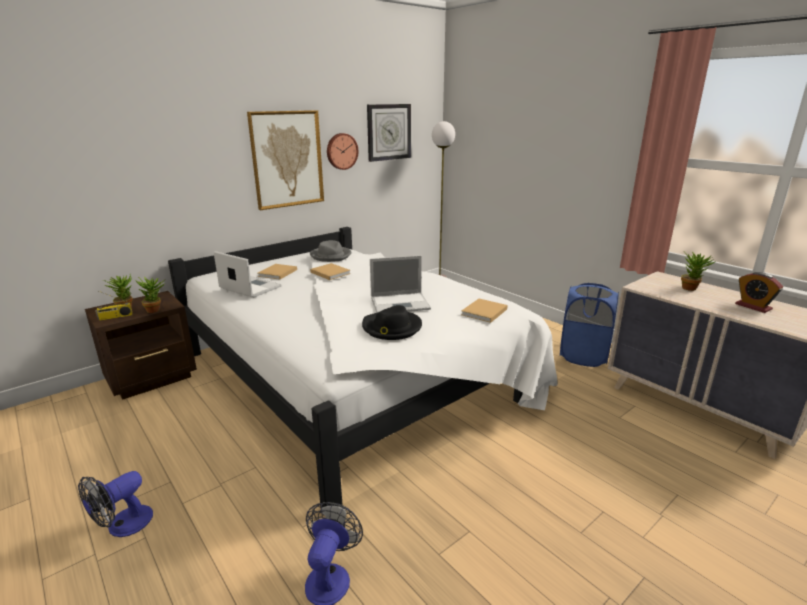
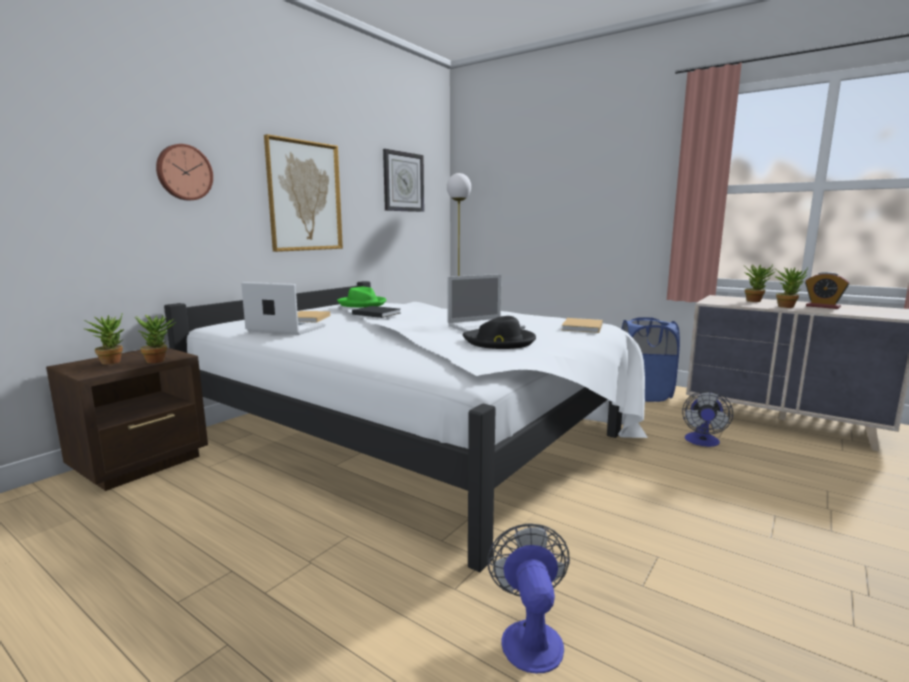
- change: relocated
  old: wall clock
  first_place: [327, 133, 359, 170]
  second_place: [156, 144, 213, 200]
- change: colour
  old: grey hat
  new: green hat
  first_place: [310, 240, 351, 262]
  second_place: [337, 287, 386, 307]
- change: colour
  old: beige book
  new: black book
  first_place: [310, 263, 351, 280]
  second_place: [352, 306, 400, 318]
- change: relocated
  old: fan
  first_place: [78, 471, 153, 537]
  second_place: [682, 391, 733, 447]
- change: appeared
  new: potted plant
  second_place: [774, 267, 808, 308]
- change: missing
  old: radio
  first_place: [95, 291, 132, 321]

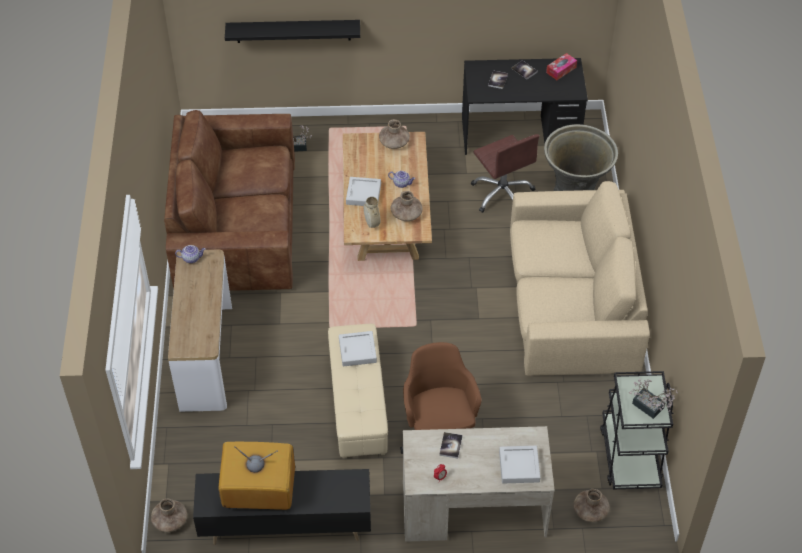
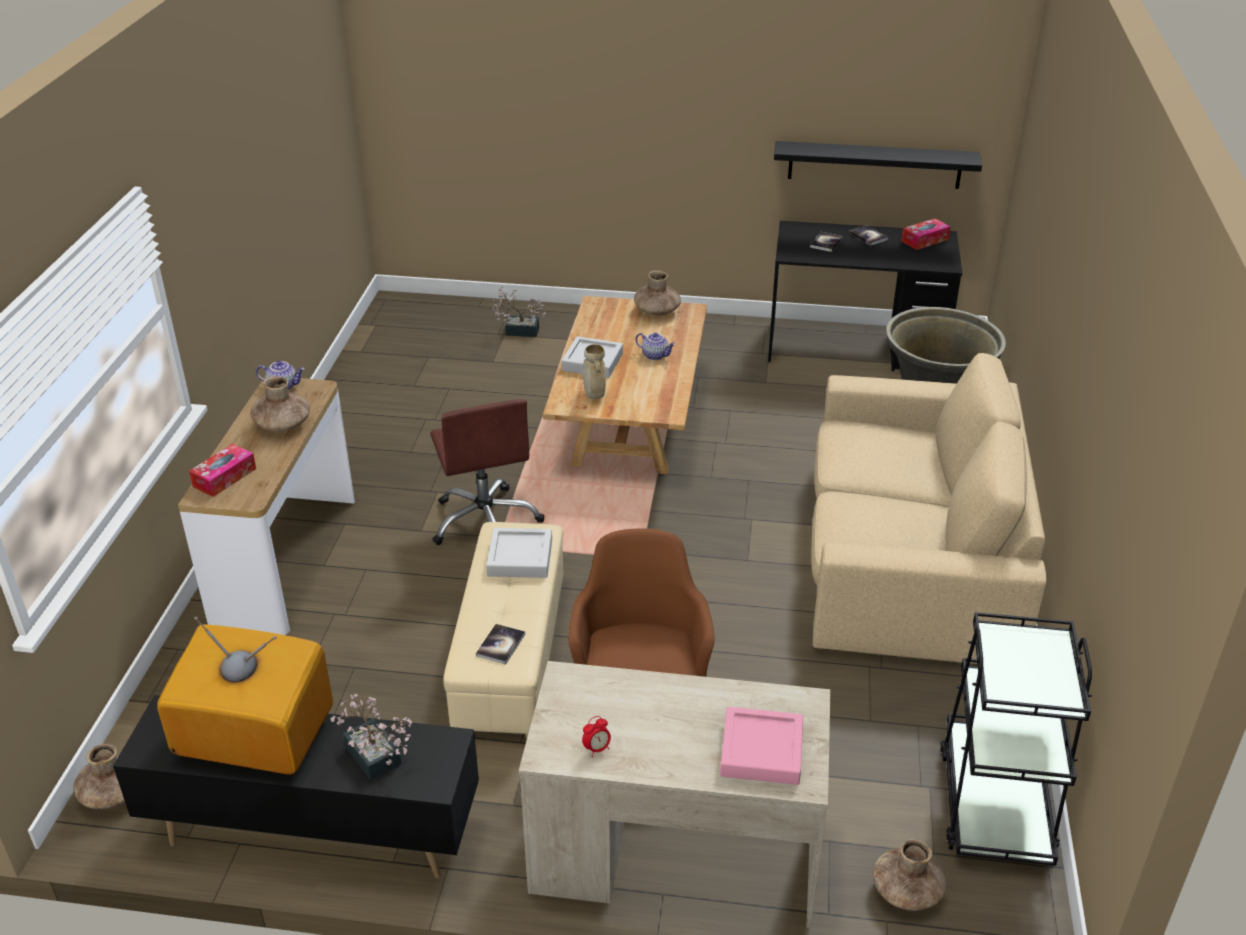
- change: appeared
  new: tissue box
  second_place: [189, 444, 256, 497]
- change: relocated
  old: brown vase
  first_place: [391, 191, 423, 221]
  second_place: [250, 376, 310, 432]
- change: relocated
  old: potted plant
  first_place: [629, 379, 678, 419]
  second_place: [330, 694, 414, 780]
- change: relocated
  old: brown office chair
  first_place: [471, 134, 539, 213]
  second_place: [430, 399, 544, 545]
- change: relocated
  old: book
  first_place: [439, 432, 463, 459]
  second_place: [476, 624, 525, 665]
- change: colour
  old: grey tray
  new: pink tray
  first_place: [499, 446, 541, 483]
  second_place: [720, 707, 803, 785]
- change: relocated
  old: black shelf
  first_place: [225, 20, 360, 43]
  second_place: [774, 141, 982, 189]
- change: missing
  old: brown sofa
  first_place: [164, 110, 295, 291]

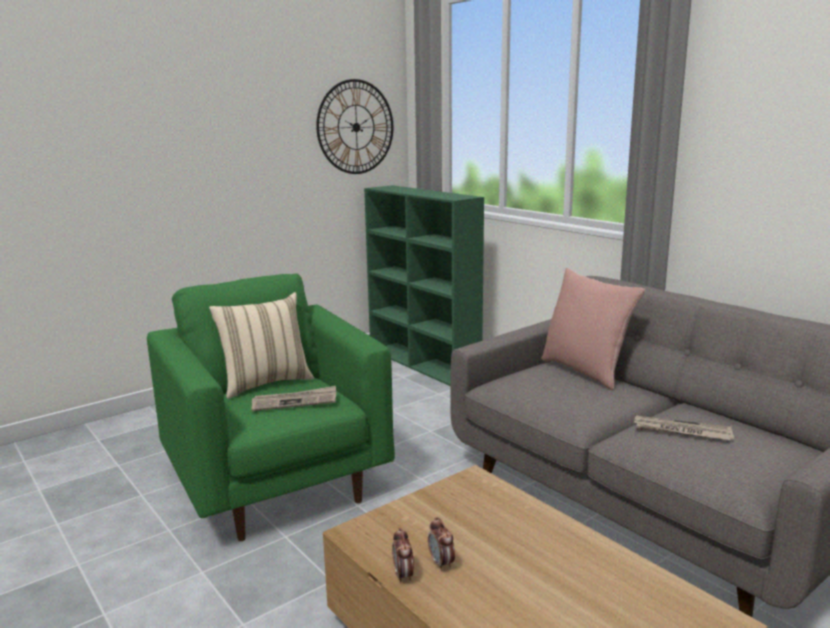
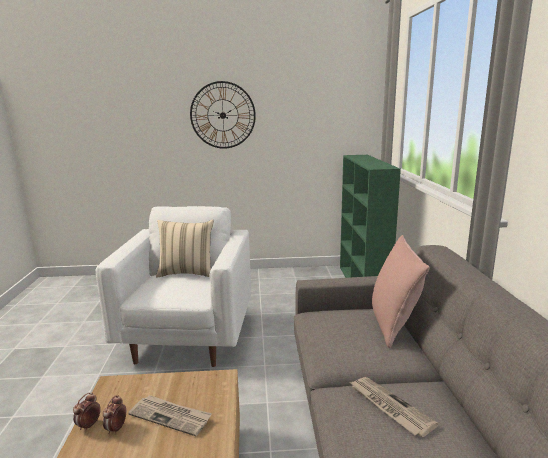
- change: colour
  old: green armchair
  new: white armchair
  first_place: [147, 273, 395, 541]
  second_place: [96, 206, 251, 367]
- change: relocated
  old: newspaper
  first_place: [252, 386, 336, 411]
  second_place: [128, 395, 212, 436]
- change: relocated
  old: wall clock
  first_place: [316, 79, 393, 174]
  second_place: [190, 81, 256, 149]

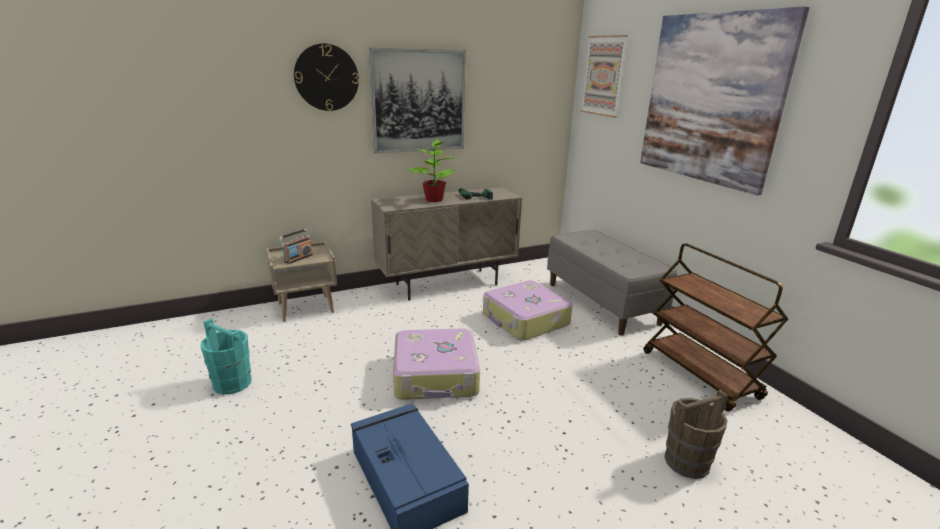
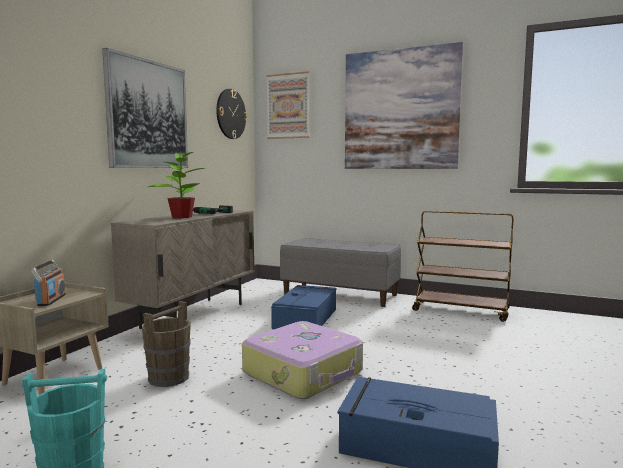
- change: relocated
  old: brown bucket
  first_place: [665, 390, 728, 479]
  second_place: [142, 301, 191, 387]
- change: relocated
  old: wall clock
  first_place: [294, 43, 359, 111]
  second_place: [216, 89, 247, 139]
- change: exchanged
  old: suitcase
  new: blue storage box
  first_place: [483, 280, 573, 341]
  second_place: [271, 285, 337, 329]

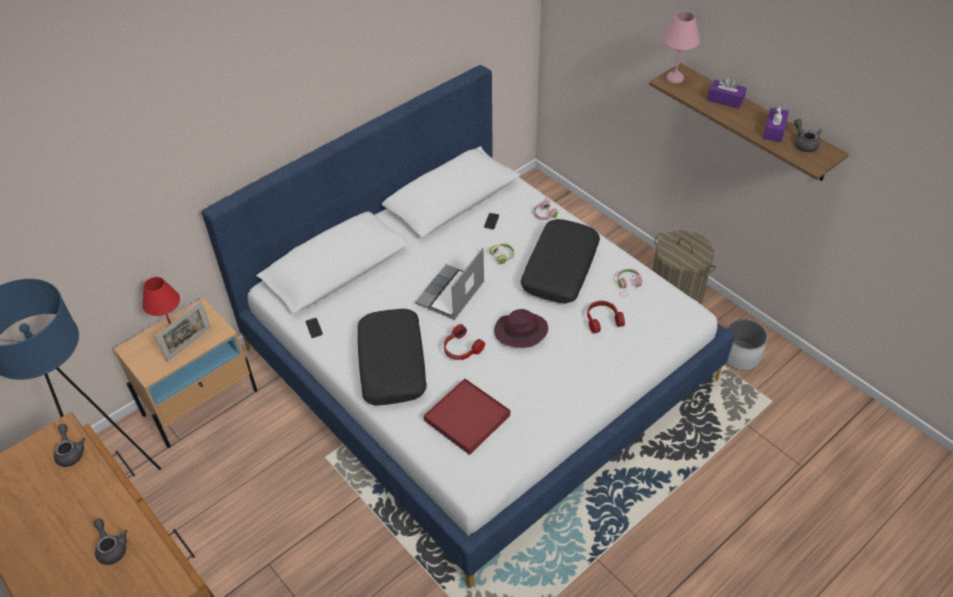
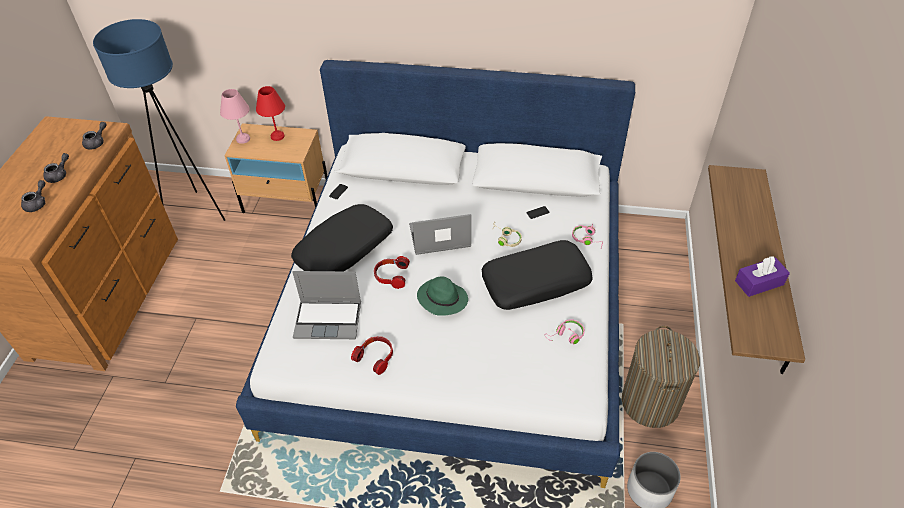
- change: relocated
  old: grey teapot
  first_place: [794, 119, 822, 152]
  second_place: [43, 153, 69, 183]
- change: relocated
  old: pink table lamp
  first_place: [663, 11, 700, 83]
  second_place: [220, 89, 250, 144]
- change: exchanged
  old: red tray
  new: laptop
  first_place: [424, 378, 510, 455]
  second_place: [292, 271, 361, 339]
- change: relocated
  old: headphones
  first_place: [587, 300, 625, 334]
  second_place: [351, 336, 393, 375]
- change: colour
  old: purple hat
  new: green hat
  first_place: [494, 309, 548, 348]
  second_place: [417, 276, 468, 316]
- change: missing
  old: picture frame
  first_place: [155, 301, 211, 362]
- change: missing
  old: purple tissue box
  first_place: [707, 77, 746, 109]

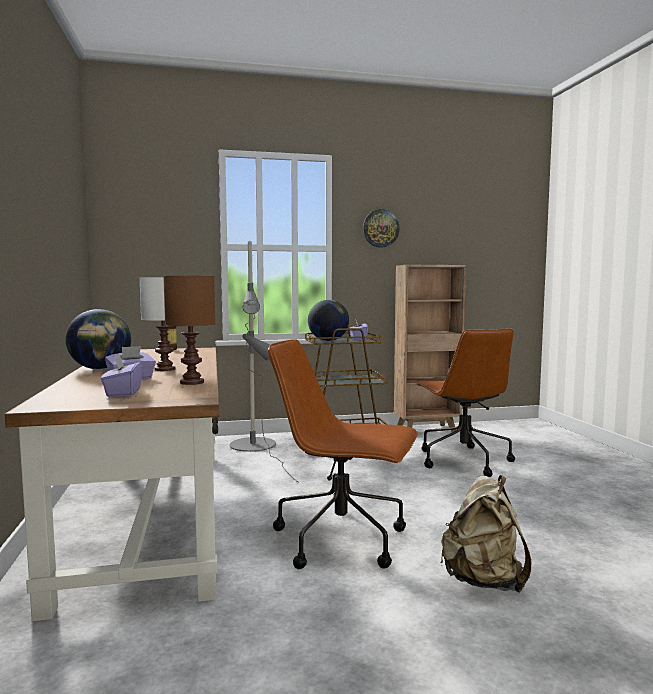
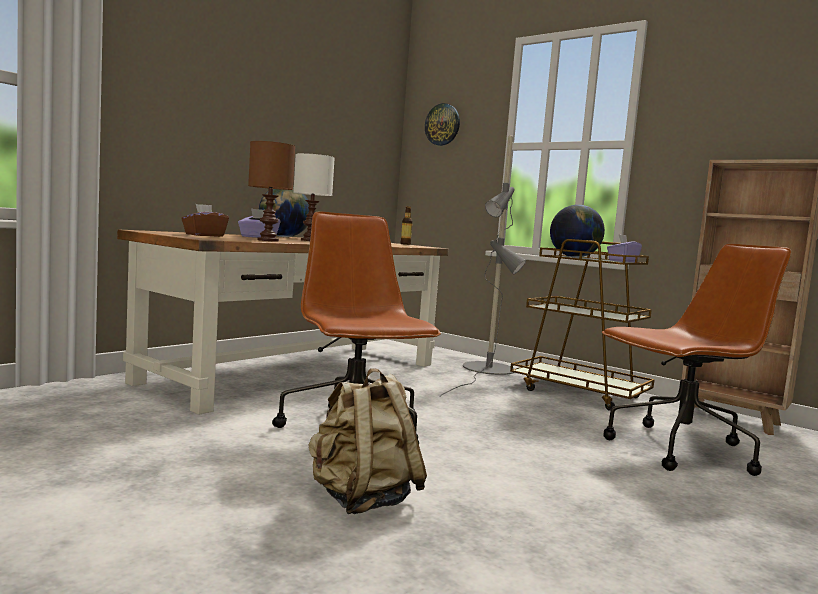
- change: colour
  old: purple tissue box
  new: brown tissue box
  first_place: [101, 354, 142, 397]
  second_place: [181, 204, 229, 237]
- change: relocated
  old: wall clock
  first_place: [363, 209, 399, 248]
  second_place: [425, 103, 460, 146]
- change: spun
  old: brown office chair
  first_place: [416, 328, 515, 477]
  second_place: [602, 244, 791, 476]
  degrees: -150

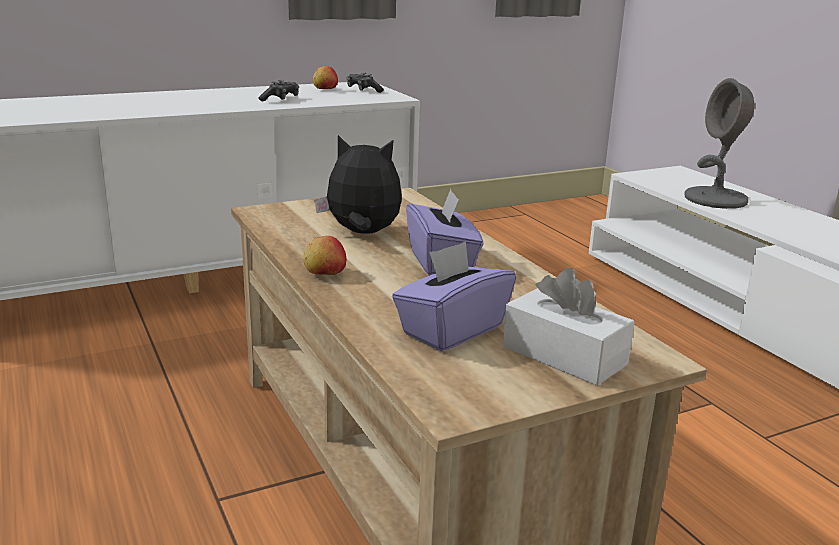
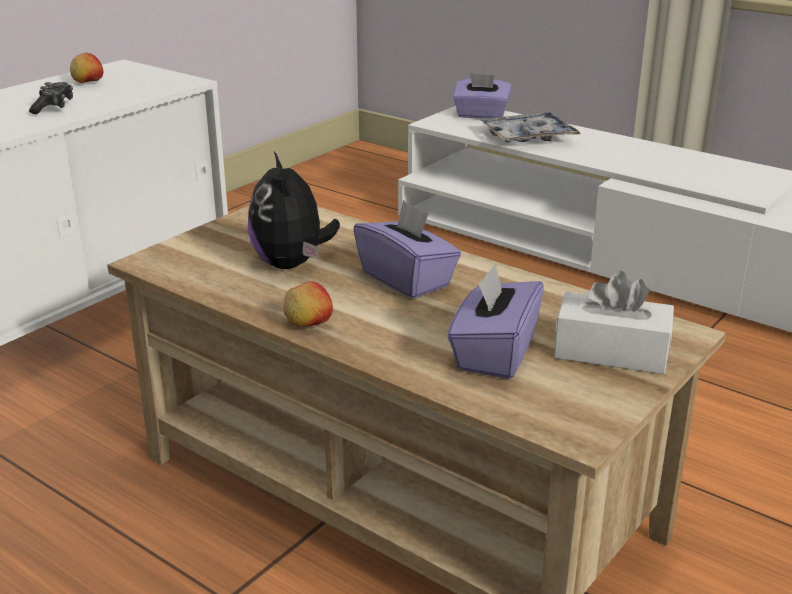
- change: spun
  old: plush toy
  first_place: [314, 135, 402, 234]
  second_place: [248, 151, 340, 269]
  degrees: -90
- change: appeared
  new: purple tissue box
  second_place: [453, 73, 512, 119]
- change: exchanged
  old: grey table lamp
  new: tray
  first_place: [684, 78, 754, 209]
  second_place: [480, 112, 581, 143]
- change: missing
  old: game controller
  first_place: [347, 72, 384, 93]

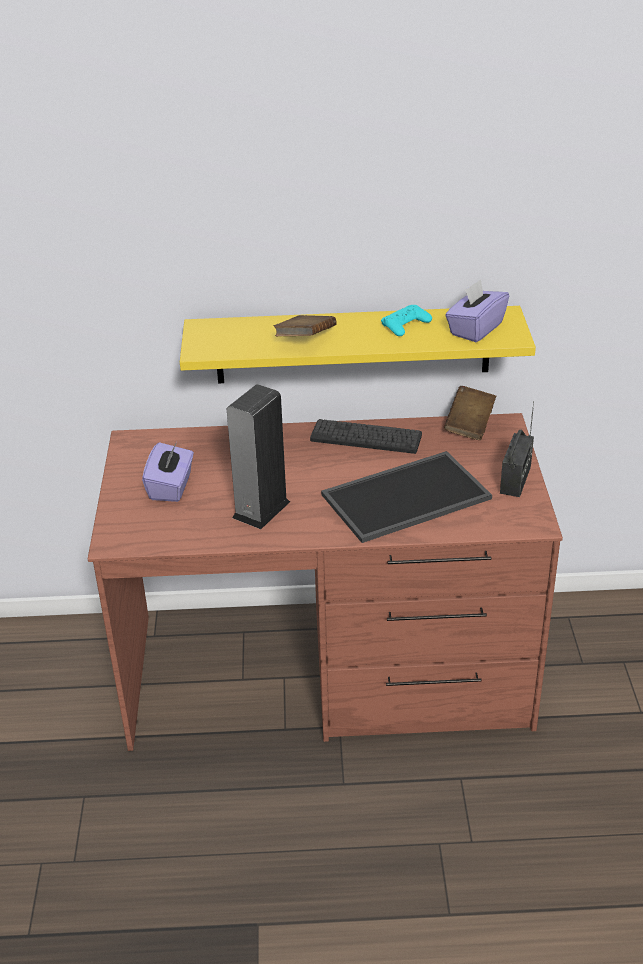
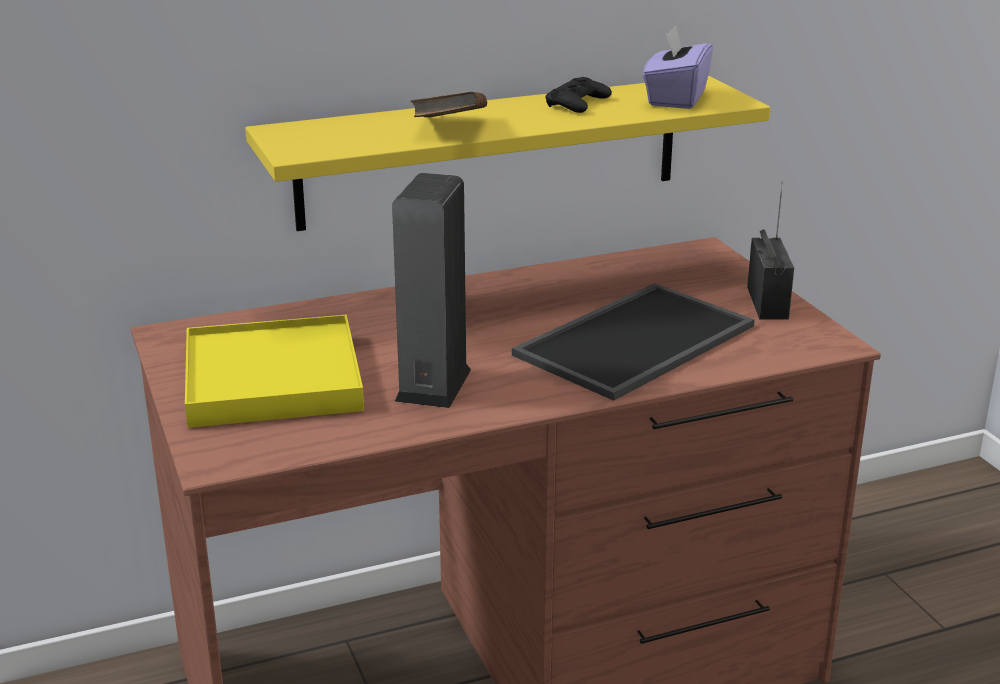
- change: exchanged
  old: purple tissue box
  new: yellow tray
  first_place: [142, 442, 194, 502]
  second_place: [185, 315, 364, 428]
- change: colour
  old: turquoise game controller
  new: black game controller
  first_place: [381, 305, 432, 336]
  second_place: [545, 77, 612, 113]
- change: missing
  old: keyboard
  first_place: [310, 419, 422, 454]
- change: missing
  old: brown book
  first_place: [444, 386, 496, 440]

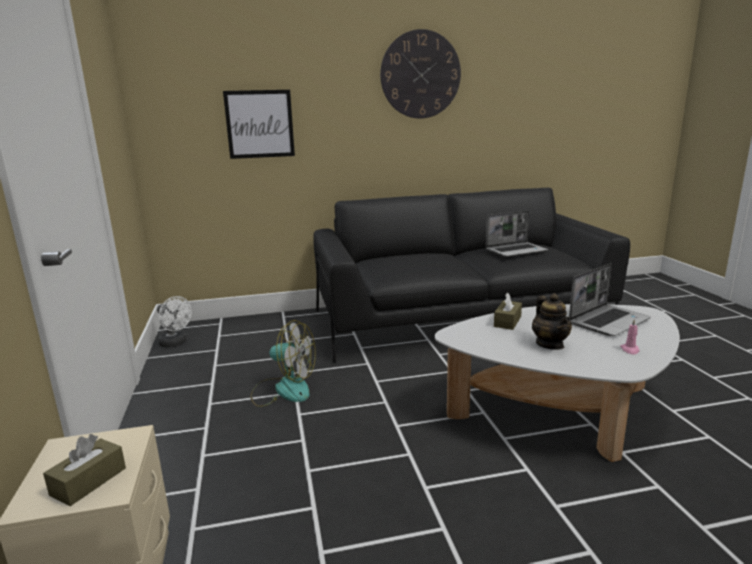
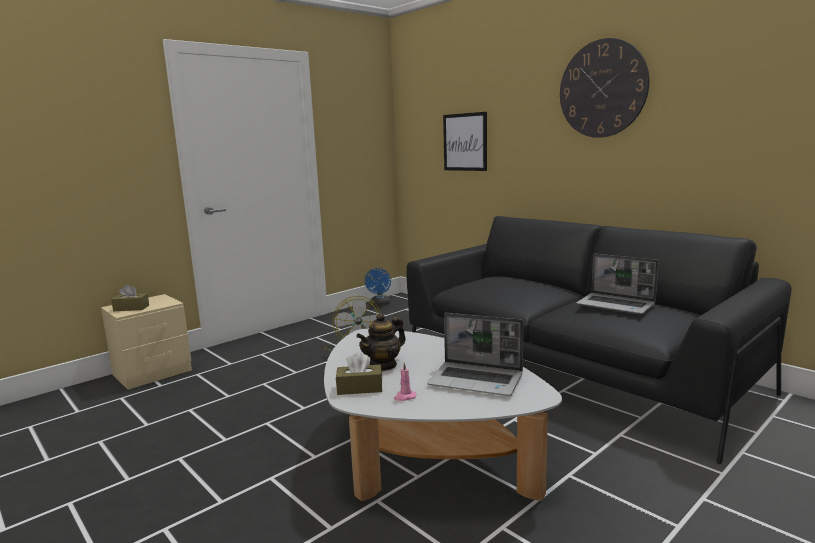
- change: relocated
  old: brown tissue box
  first_place: [494, 292, 522, 330]
  second_place: [336, 352, 382, 395]
- change: colour
  old: white fan
  new: blue fan
  first_place: [157, 296, 192, 348]
  second_place: [365, 268, 391, 306]

